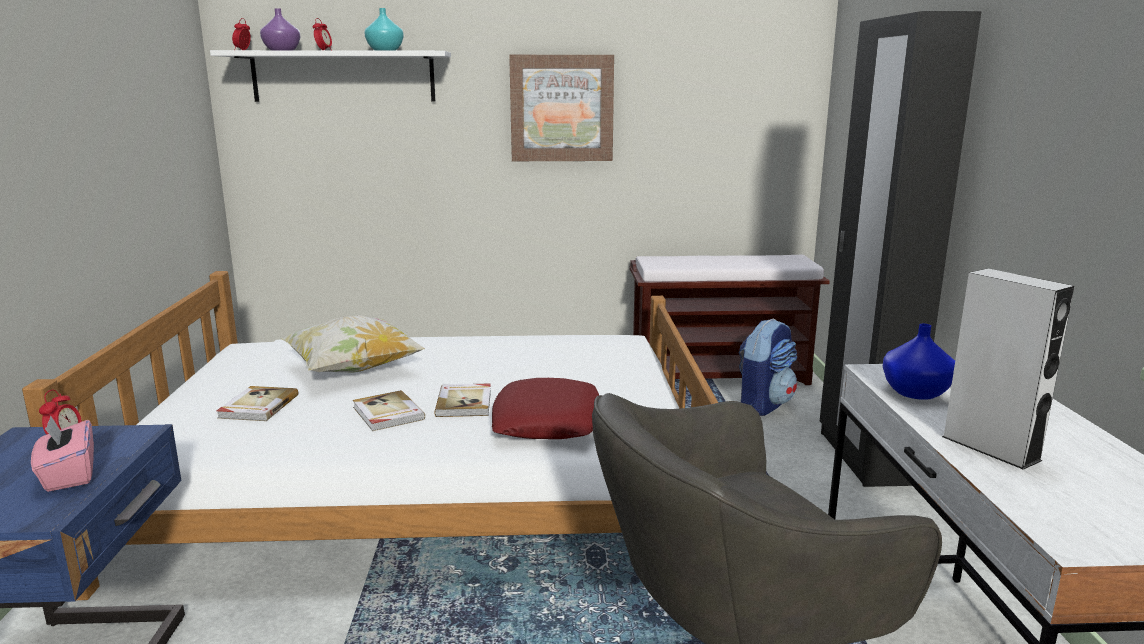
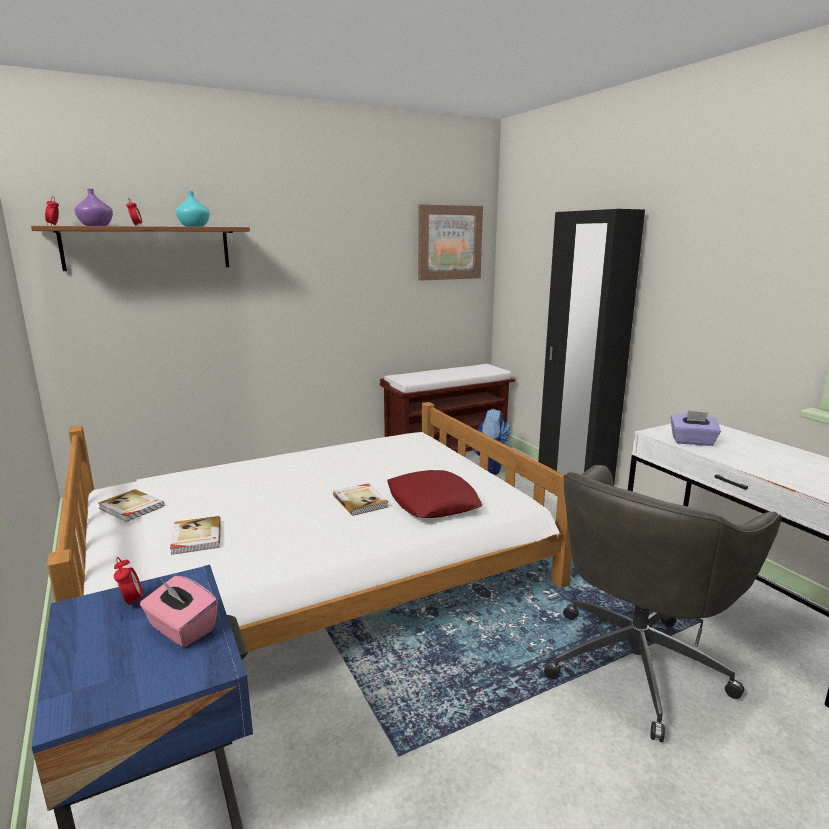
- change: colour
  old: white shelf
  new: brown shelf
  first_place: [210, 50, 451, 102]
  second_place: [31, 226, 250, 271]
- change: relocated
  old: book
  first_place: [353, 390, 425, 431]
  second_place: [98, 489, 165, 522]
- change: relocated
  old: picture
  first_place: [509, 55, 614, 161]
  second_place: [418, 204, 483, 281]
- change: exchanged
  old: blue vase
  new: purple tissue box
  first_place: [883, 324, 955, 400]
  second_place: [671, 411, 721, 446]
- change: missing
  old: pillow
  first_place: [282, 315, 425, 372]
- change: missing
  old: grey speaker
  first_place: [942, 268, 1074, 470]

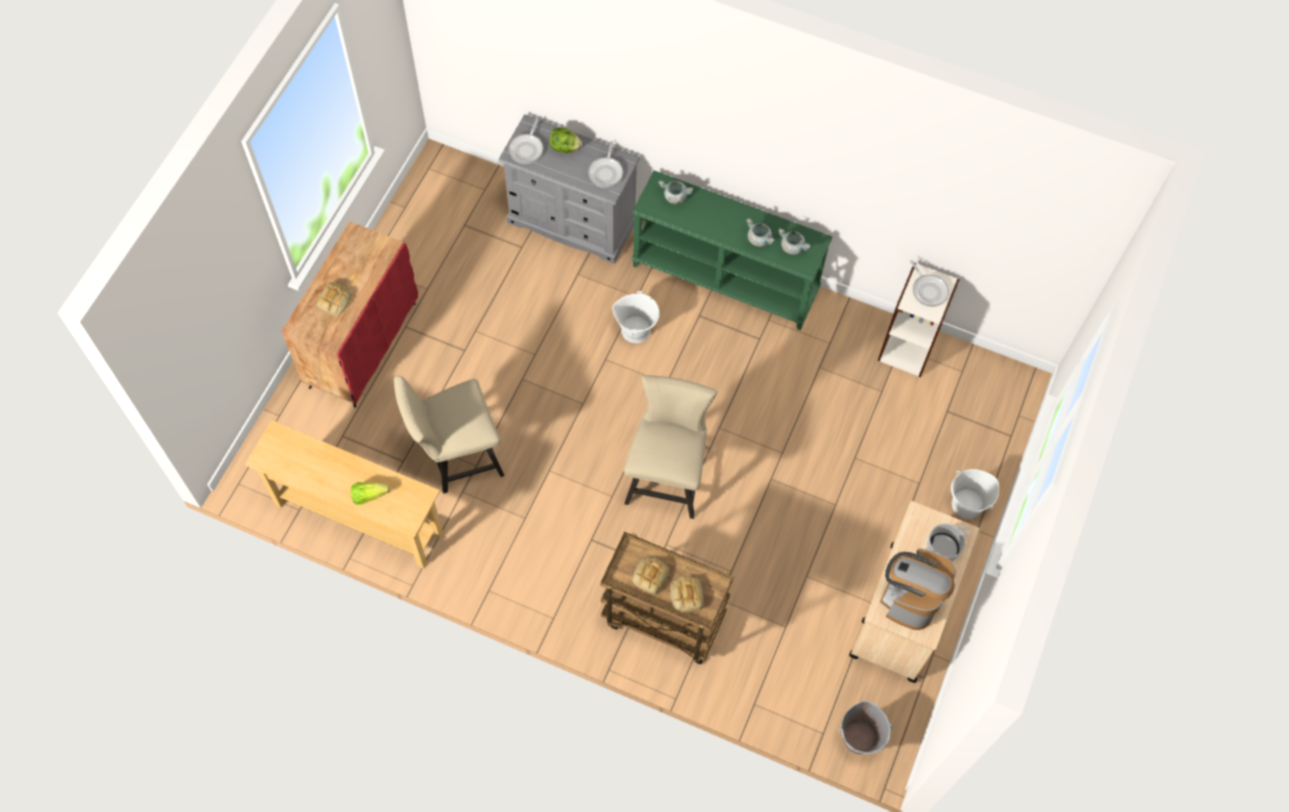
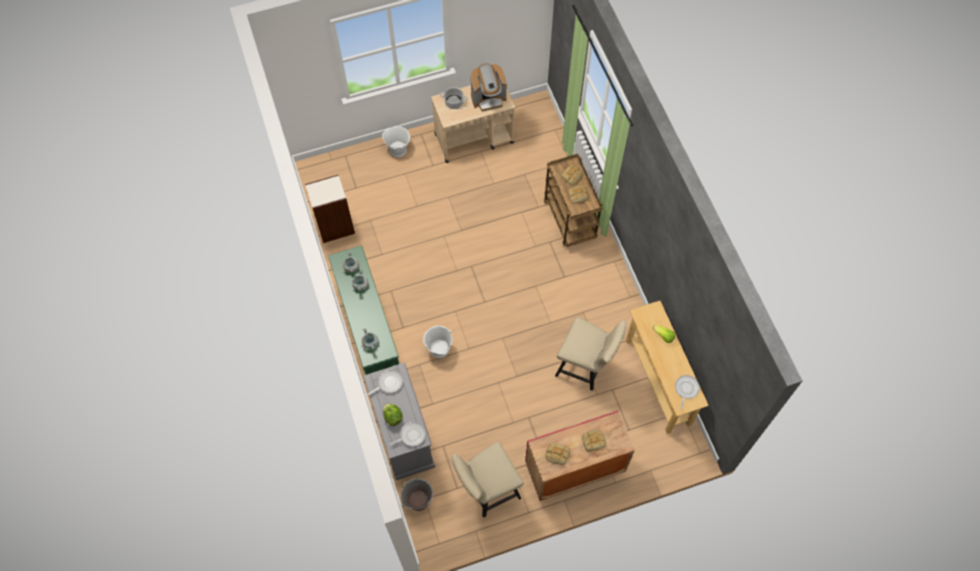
- change: relocated
  old: grey bucket
  first_place: [839, 700, 893, 755]
  second_place: [401, 478, 433, 511]
- change: relocated
  old: beige chair
  first_place: [624, 375, 718, 519]
  second_place: [451, 442, 524, 518]
- change: appeared
  new: bread
  second_place: [545, 443, 570, 465]
- change: relocated
  old: frying pan
  first_place: [910, 260, 949, 307]
  second_place: [675, 375, 700, 410]

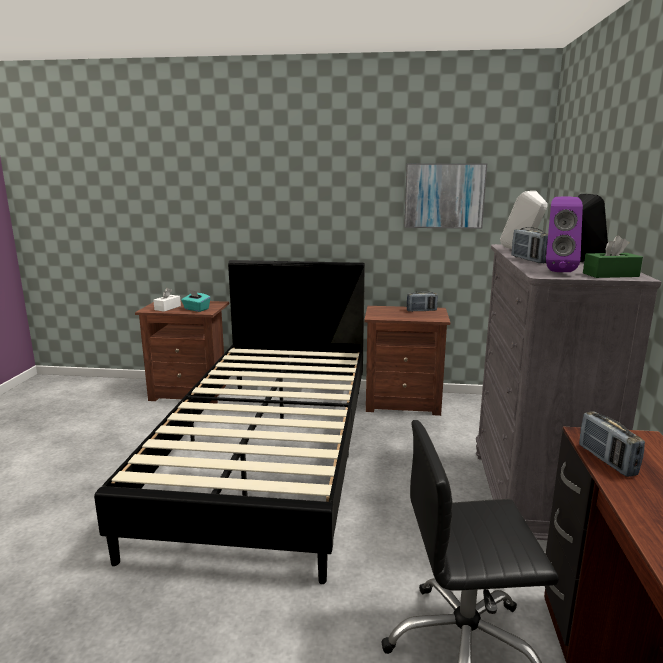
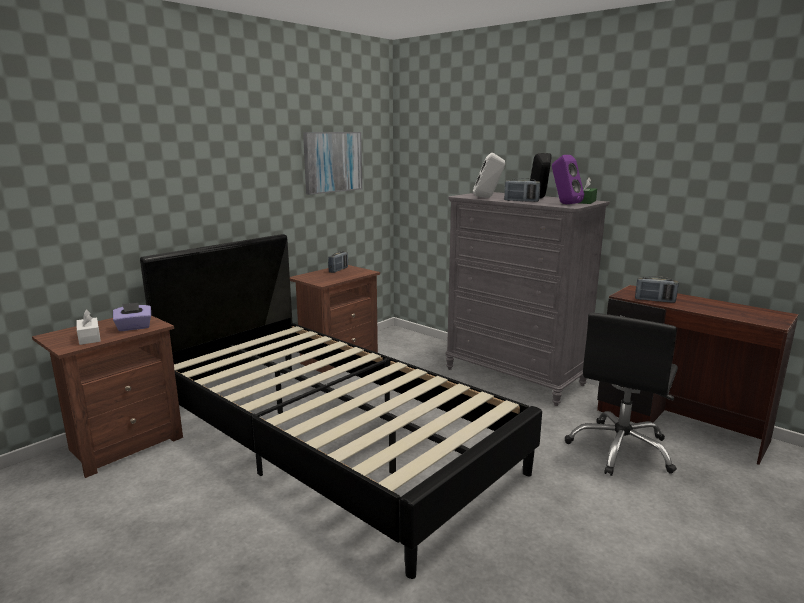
- change: colour
  old: turquoise tissue box
  new: purple tissue box
  first_place: [181, 290, 210, 312]
  second_place: [113, 302, 151, 331]

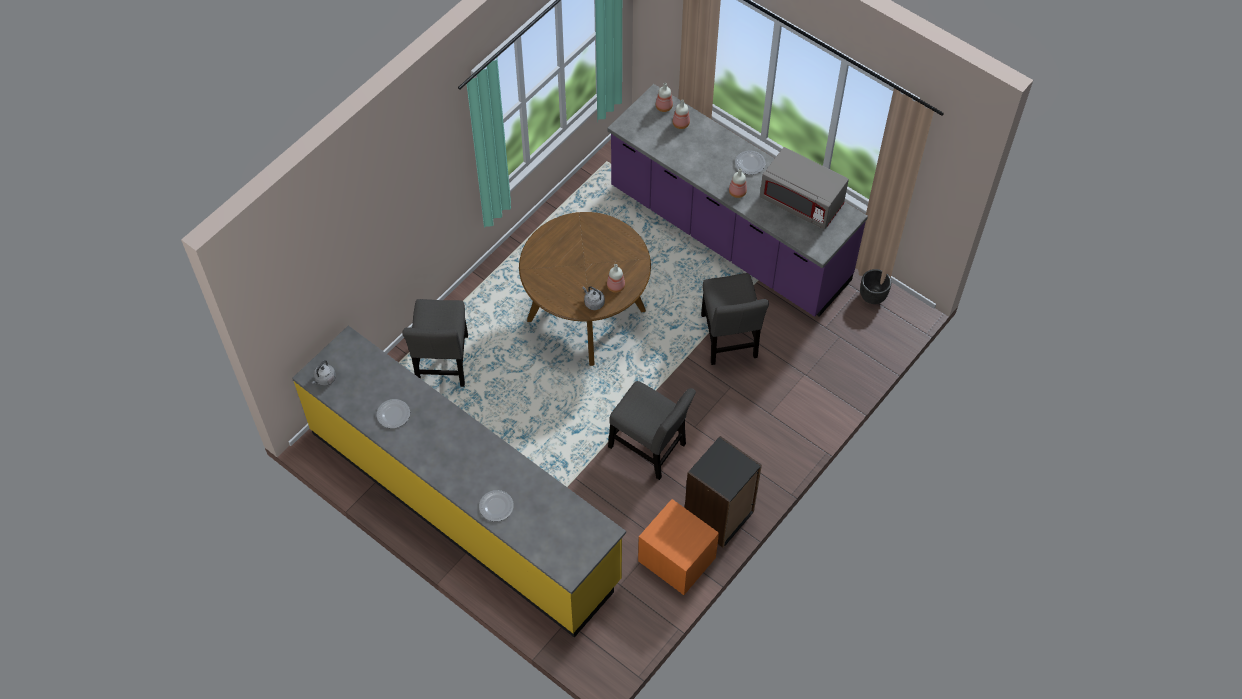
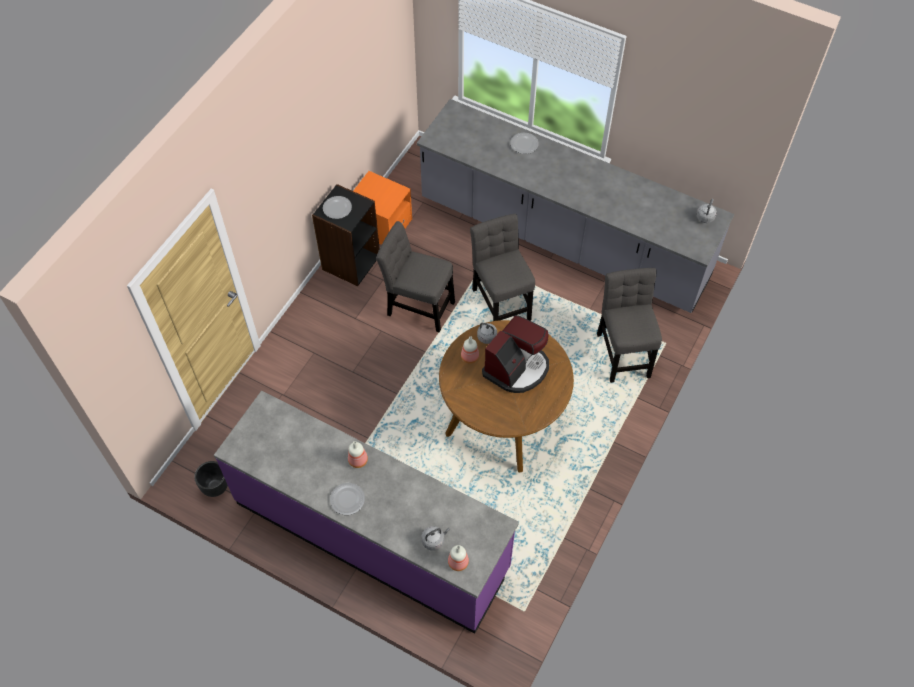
- change: relocated
  old: plate
  first_place: [377, 399, 410, 428]
  second_place: [323, 196, 352, 219]
- change: colour
  old: yellow counter
  new: grey counter
  first_place: [292, 326, 626, 637]
  second_place: [417, 99, 734, 313]
- change: exchanged
  old: bottle
  new: grey kettle
  first_place: [672, 99, 690, 129]
  second_place: [421, 526, 450, 551]
- change: relocated
  old: grey chair
  first_place: [701, 273, 769, 365]
  second_place: [470, 214, 535, 321]
- change: appeared
  new: coffee machine
  second_place: [482, 315, 549, 393]
- change: missing
  old: grey microwave
  first_place: [760, 147, 849, 229]

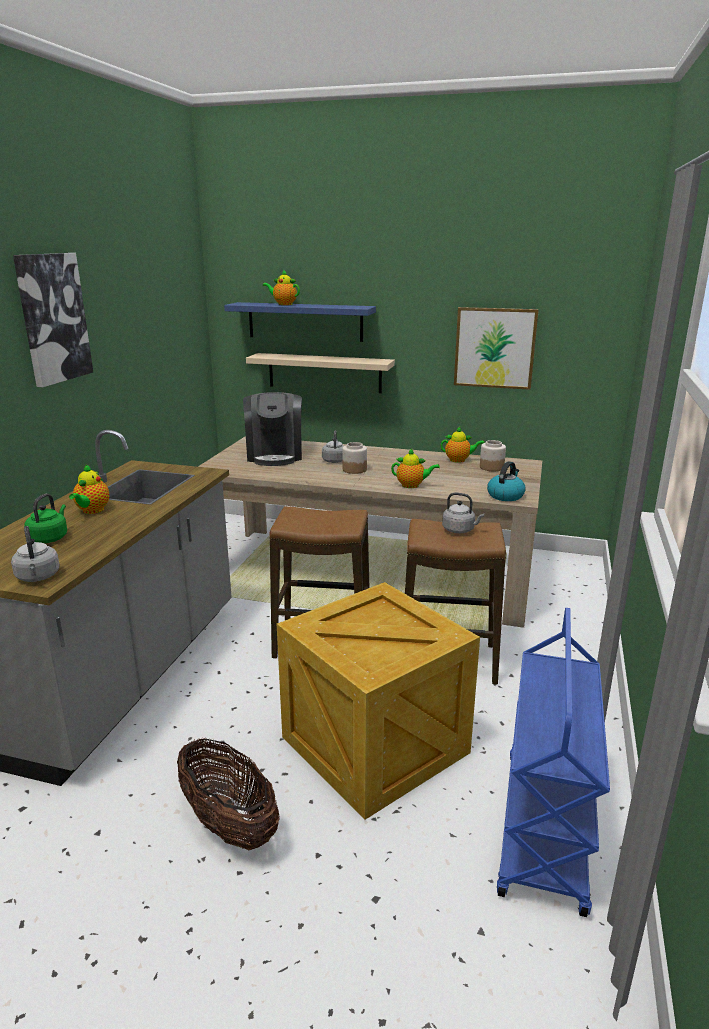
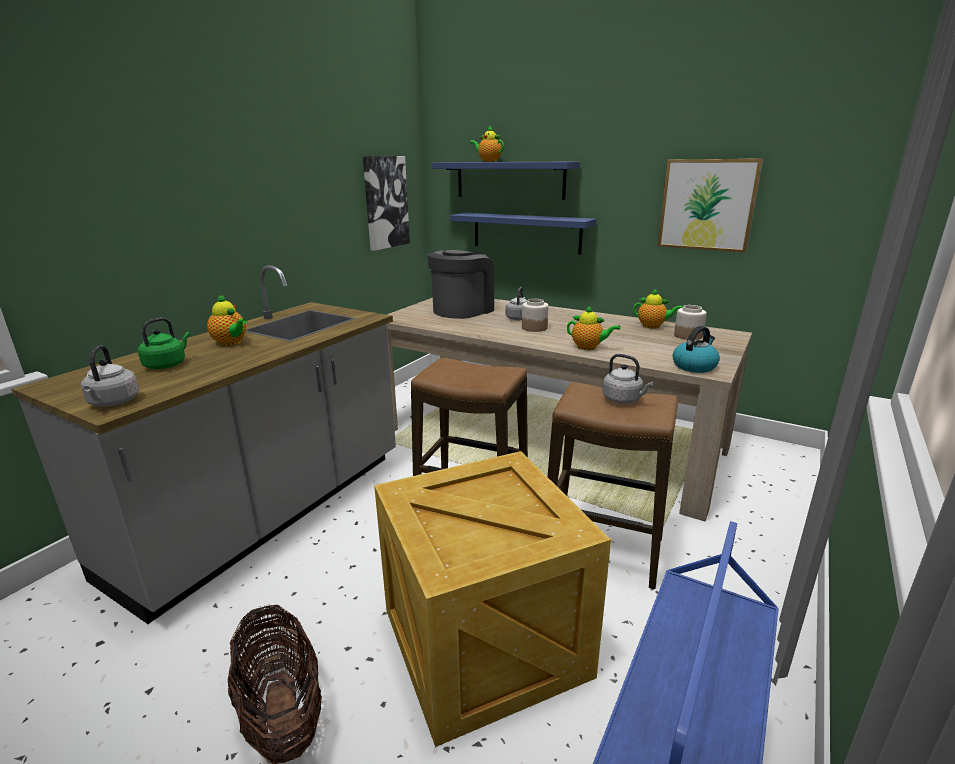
- change: spun
  old: teapot
  first_place: [69, 464, 109, 514]
  second_place: [207, 294, 248, 346]
  degrees: -75
- change: relocated
  old: picture
  first_place: [13, 253, 93, 387]
  second_place: [363, 156, 410, 251]
- change: spun
  old: coffee machine
  first_place: [243, 392, 302, 466]
  second_place: [427, 250, 494, 319]
  degrees: -150
- change: colour
  old: beige shelf
  new: blue shelf
  first_place: [246, 353, 395, 393]
  second_place: [450, 213, 596, 254]

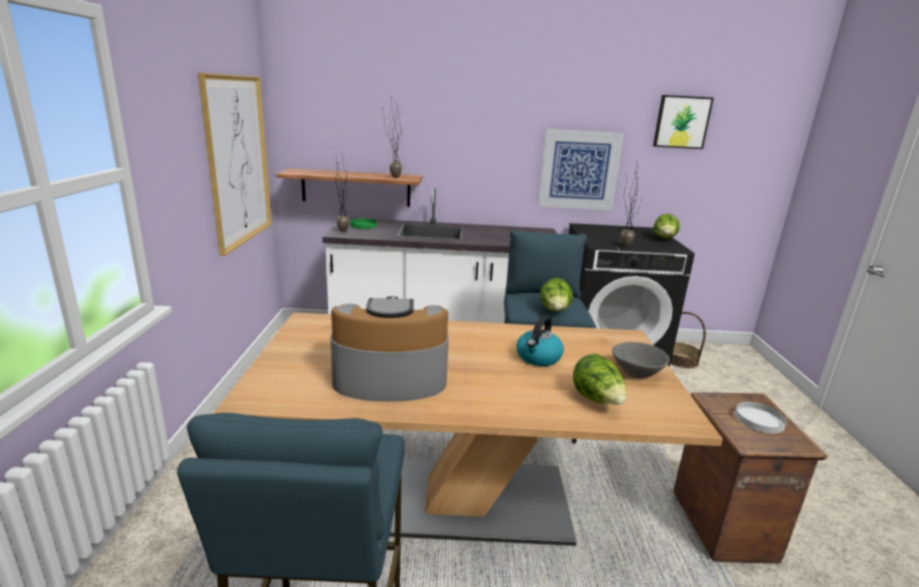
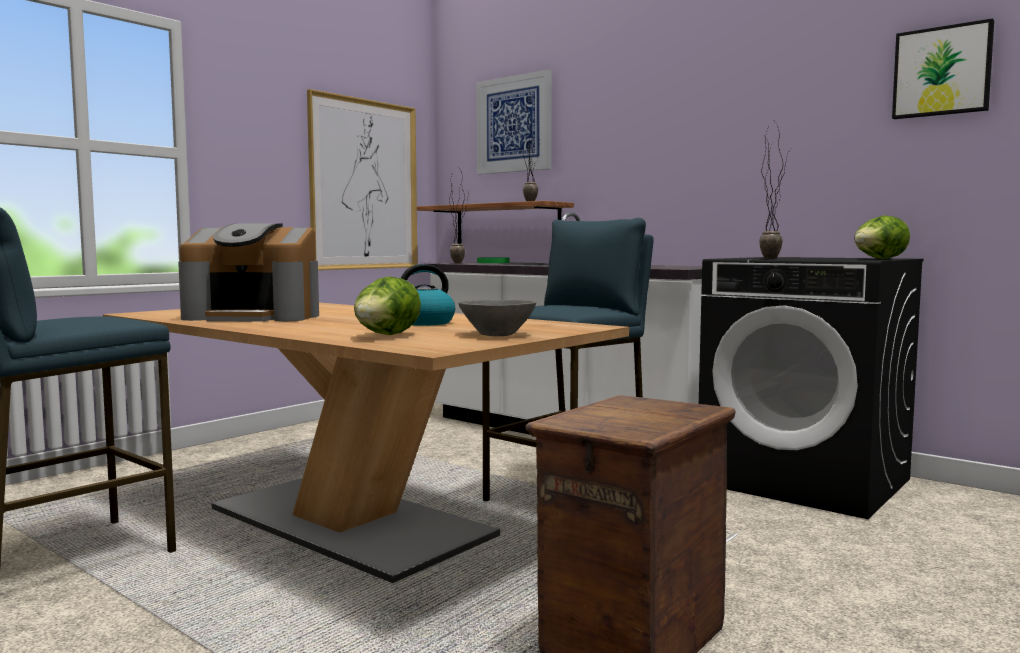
- change: spun
  old: coffee machine
  first_place: [331, 296, 449, 402]
  second_place: [178, 223, 319, 322]
  degrees: 150
- change: relocated
  old: picture
  first_place: [538, 129, 624, 210]
  second_place: [476, 69, 552, 174]
- change: missing
  old: lettuce
  first_place: [540, 278, 573, 311]
- change: missing
  old: basket
  first_place: [670, 312, 706, 368]
- change: missing
  old: white plate
  first_place: [735, 402, 787, 433]

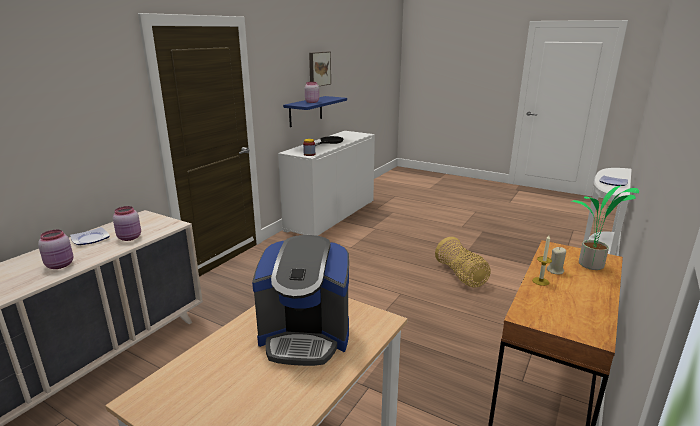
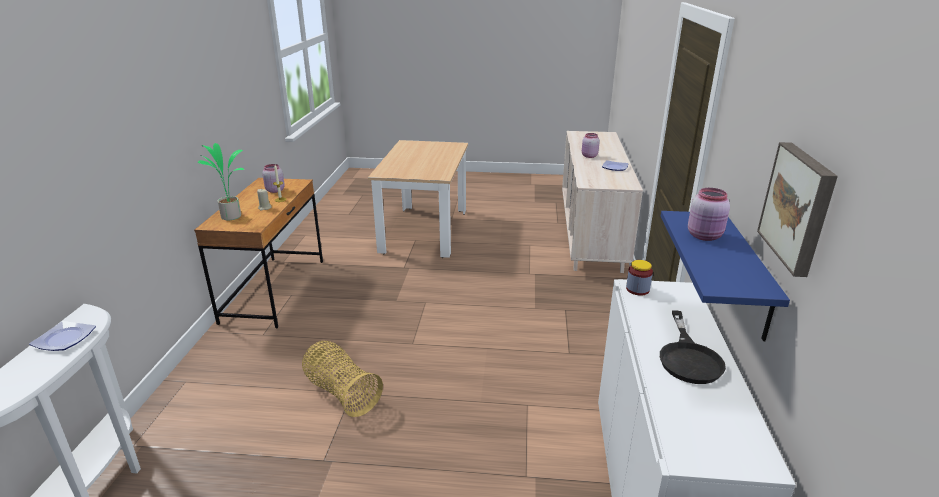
- change: relocated
  old: pink jar
  first_place: [113, 206, 141, 241]
  second_place: [262, 164, 285, 193]
- change: missing
  old: coffee machine
  first_place: [252, 235, 349, 366]

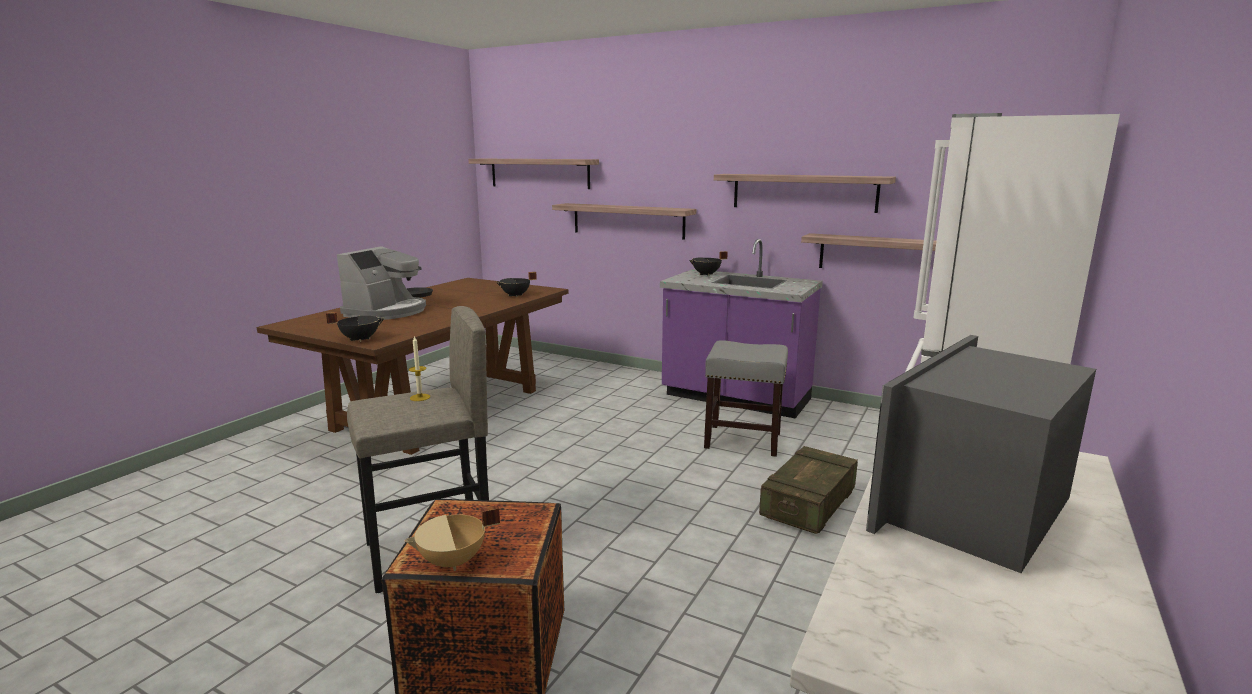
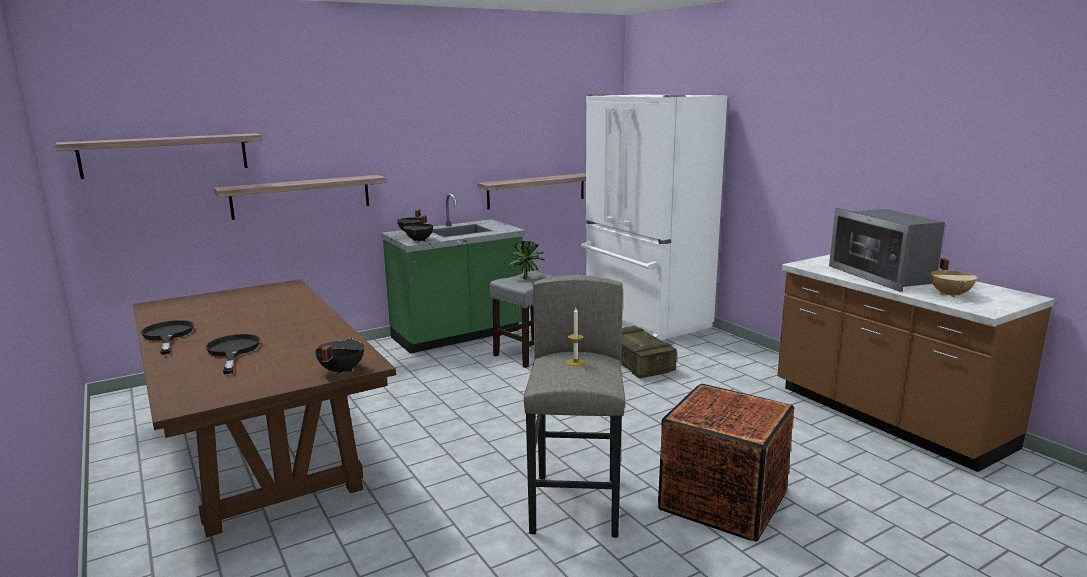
- change: exchanged
  old: coffee machine
  new: black frying pan
  first_place: [337, 246, 426, 320]
  second_place: [205, 334, 260, 374]
- change: colour
  old: purple counter
  new: green counter
  first_place: [660, 239, 823, 418]
  second_place: [381, 193, 526, 354]
- change: relocated
  old: black cooking pot
  first_place: [496, 272, 537, 297]
  second_place: [404, 215, 433, 242]
- change: appeared
  new: potted plant
  second_place: [508, 241, 545, 279]
- change: relocated
  old: beige cooking pot
  first_place: [405, 505, 500, 571]
  second_place: [930, 258, 977, 298]
- change: missing
  old: shelf
  first_place: [714, 174, 896, 213]

